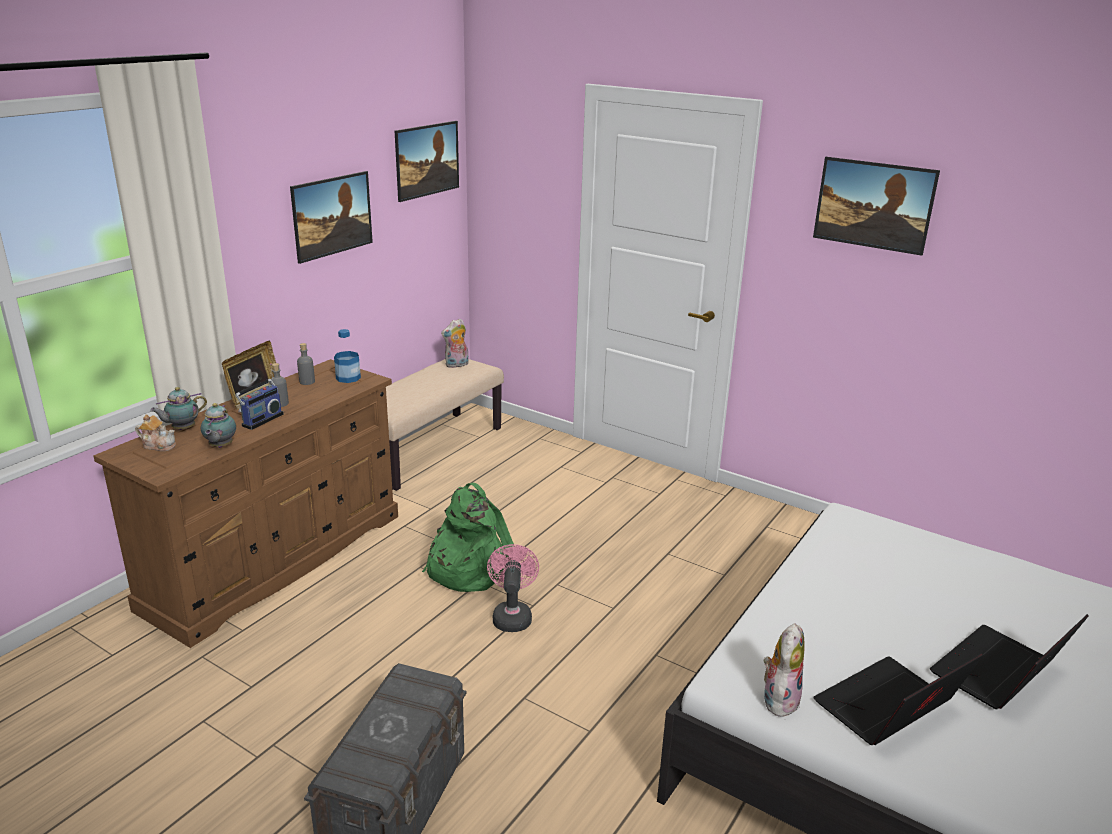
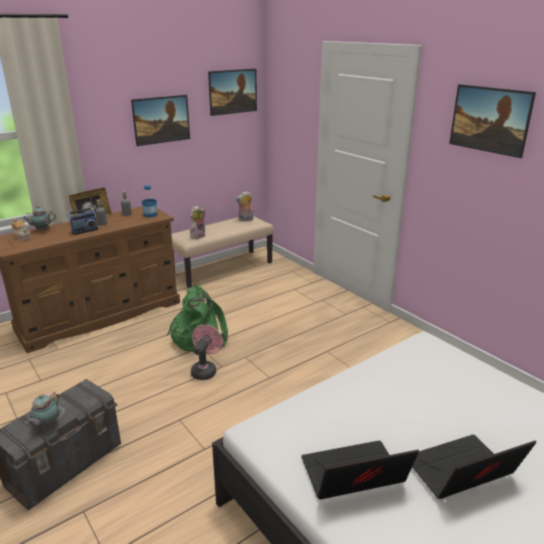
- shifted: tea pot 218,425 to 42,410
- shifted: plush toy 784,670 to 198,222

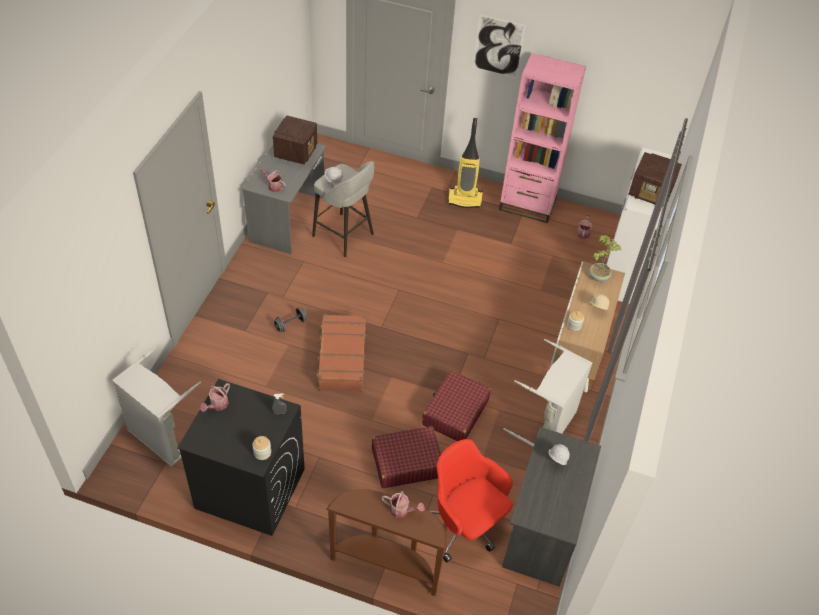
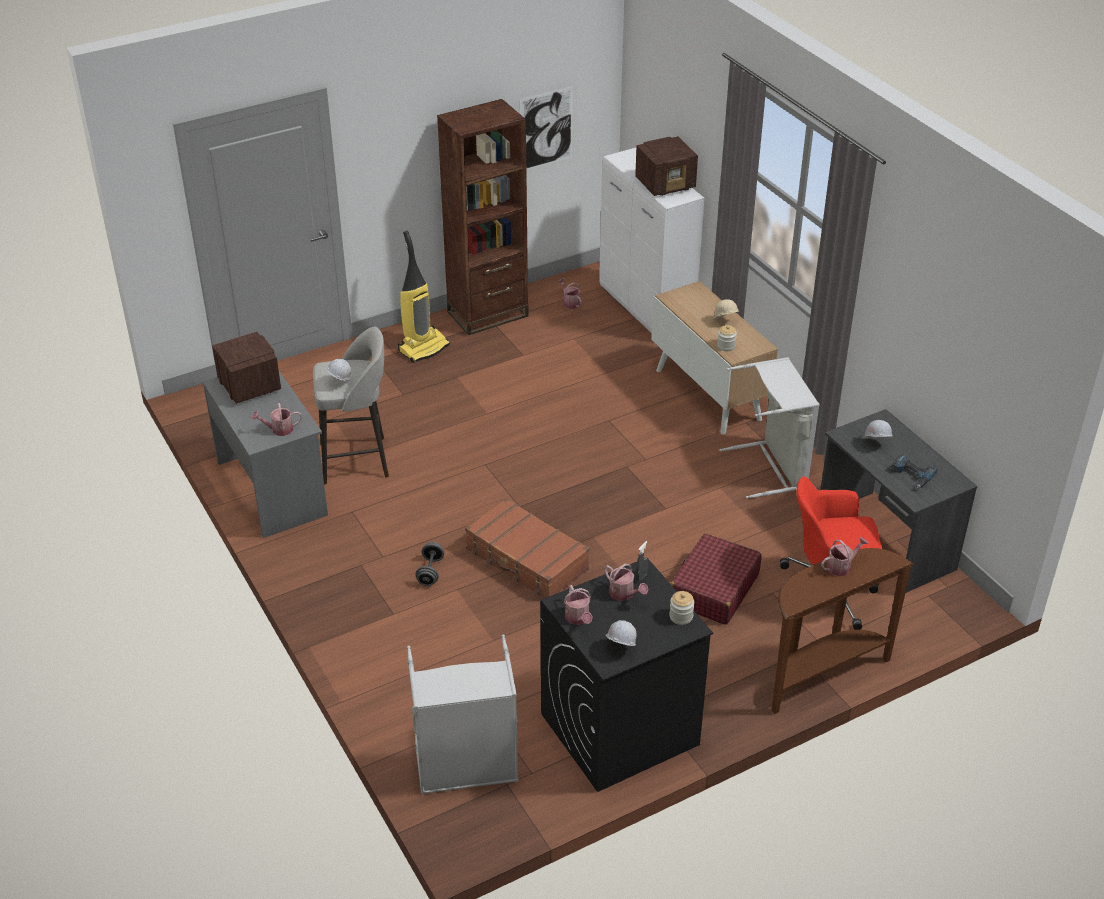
- shifted: wall picture 499,46 to 546,128
- repainted: bookshelf (pinkish) 542,138 to bookshelf (brown) 482,217
- gone: plant in a pot 605,258
- gone: travel case (red-coloured) 456,406
- new: power drill 914,471
- new: watering pot 626,582
- new: hard hat (whitish) 621,633

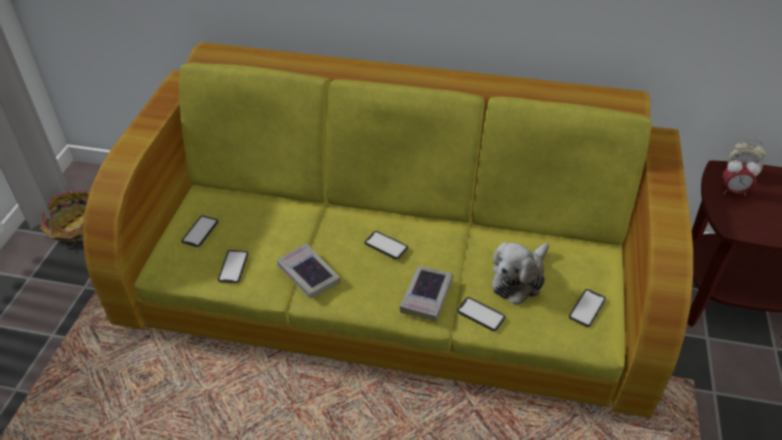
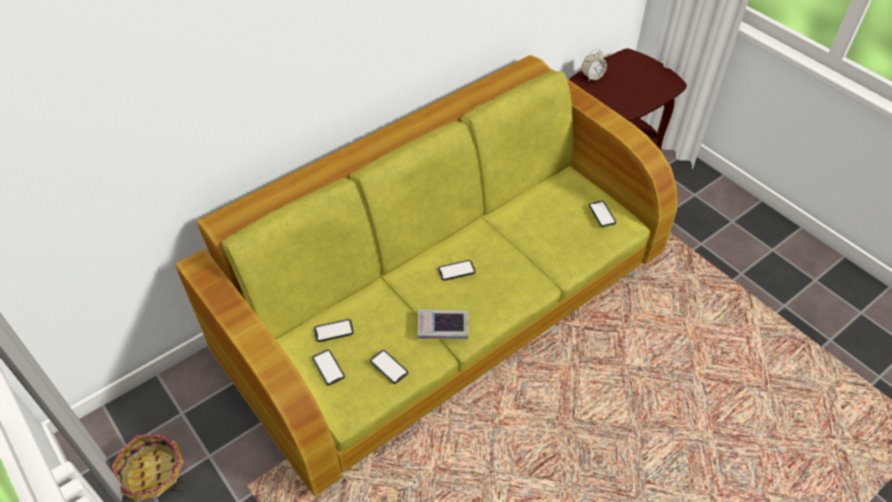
- gone: table clock 741,177
- gone: plush toy 520,273
- gone: volume 426,293
- shifted: handset 481,314 to 334,330

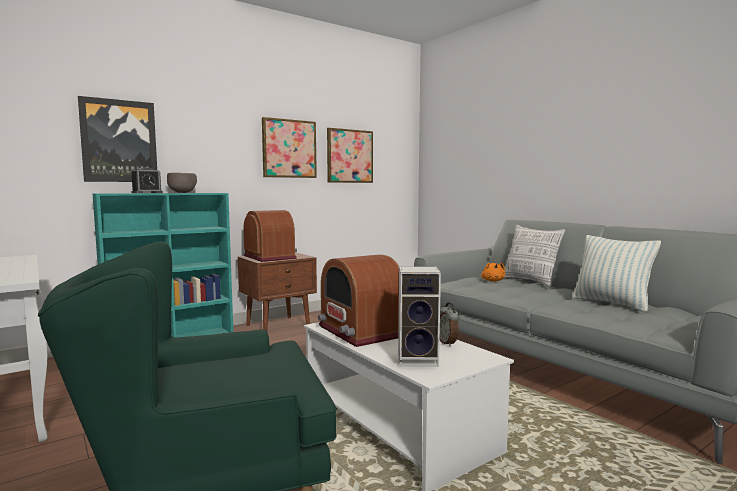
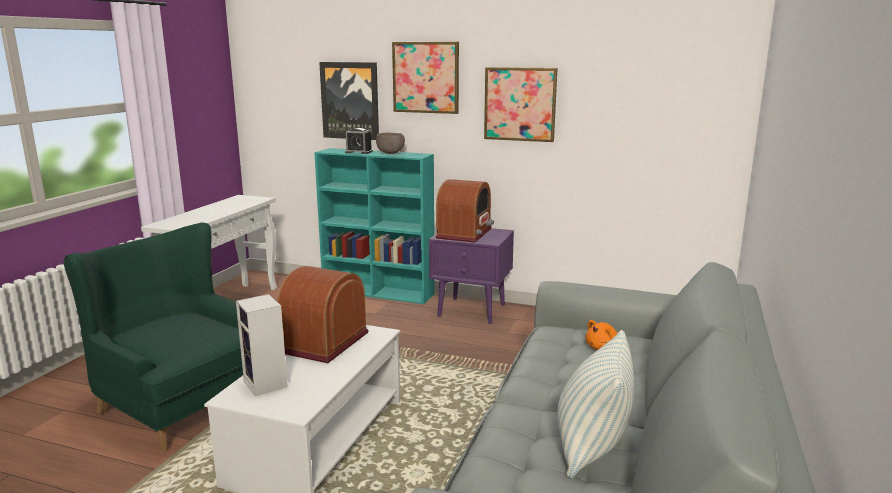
- shifted: wall picture 350,155 to 425,78
- gone: throw pillow 534,256
- repainted: night table (brown) 277,291 to night table (purplish) 471,276
- gone: table clock 449,325

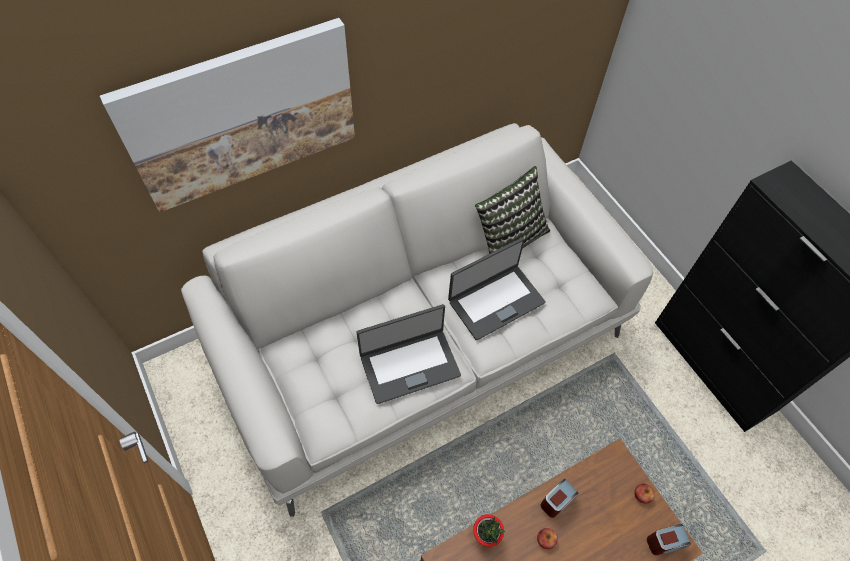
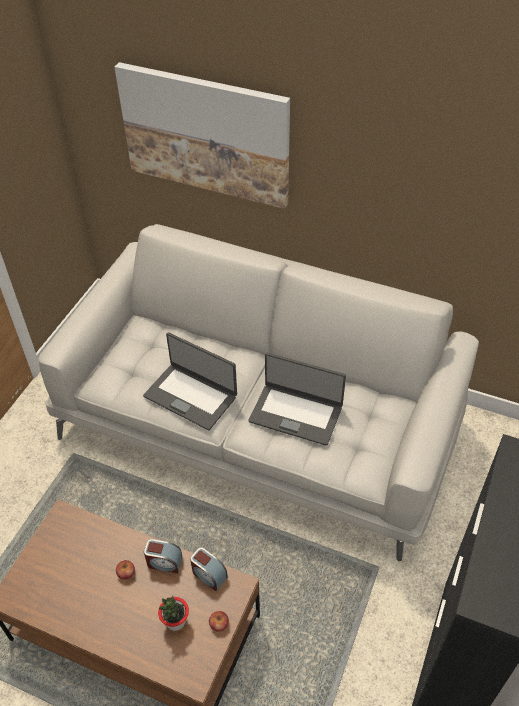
- gone: throw pillow 512,210
- shifted: plant in a pot 489,530 to 173,613
- shifted: table clock 669,539 to 209,569

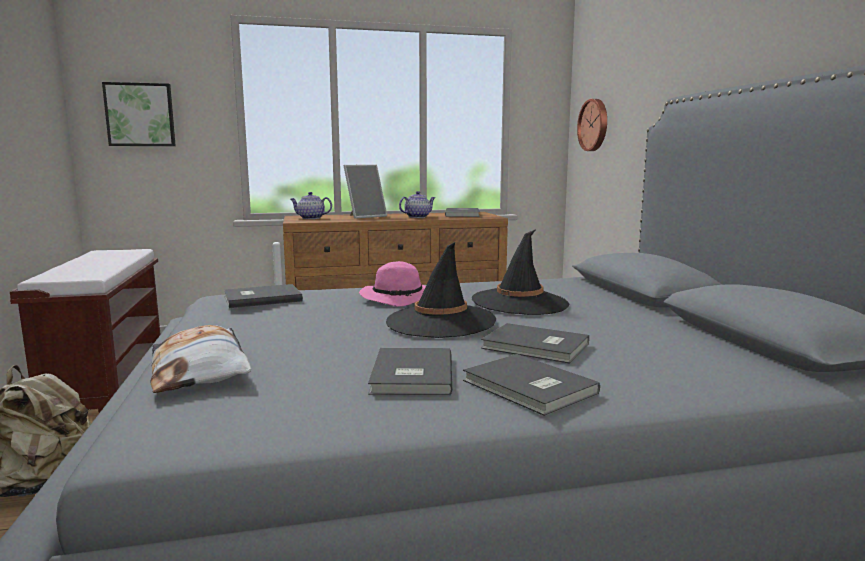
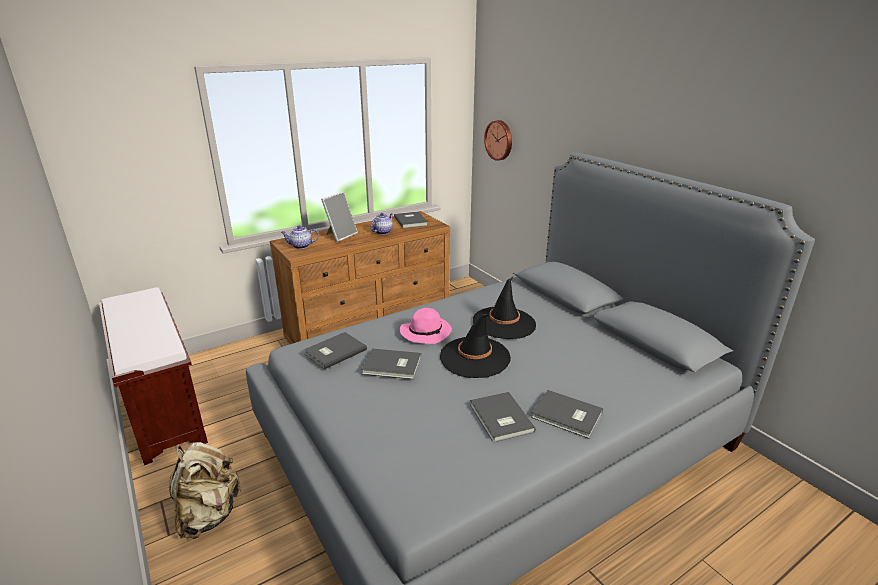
- gone: wall picture 139,114
- shifted: volume (gray) 535,343 to 391,364
- gone: throw pillow 201,359

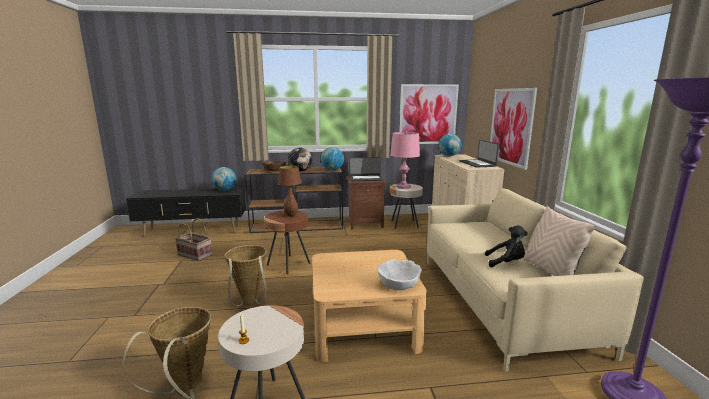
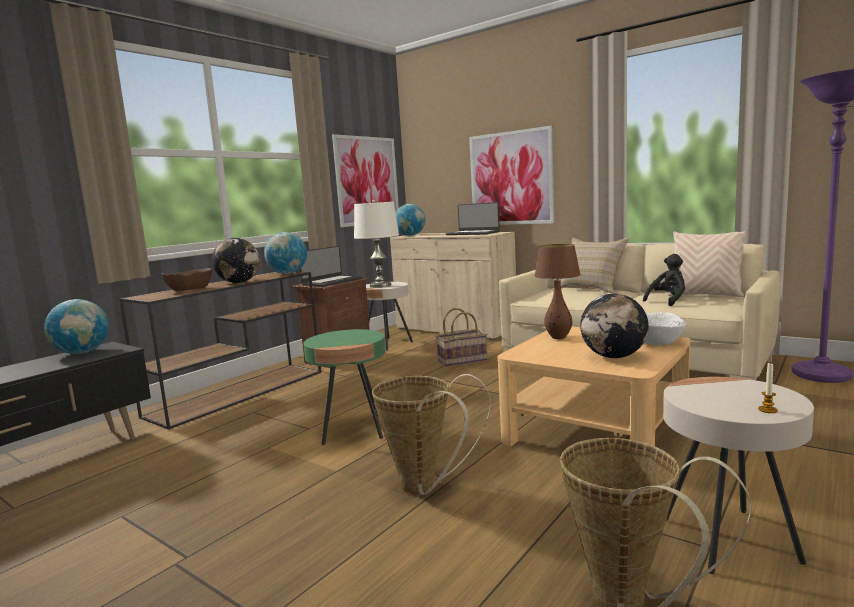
- repainted: tabletop lamp (pinkish) 405,160 to tabletop lamp (whitish) 376,244
- shifted: tabletop lamp (brown) 289,191 to 558,291
- repainted: side table (brown) 287,242 to side table (greenish) 344,387
- shifted: household basket 193,239 to 461,337
- new: throw pillow (sand-coloured) 595,265
- new: globe 614,326

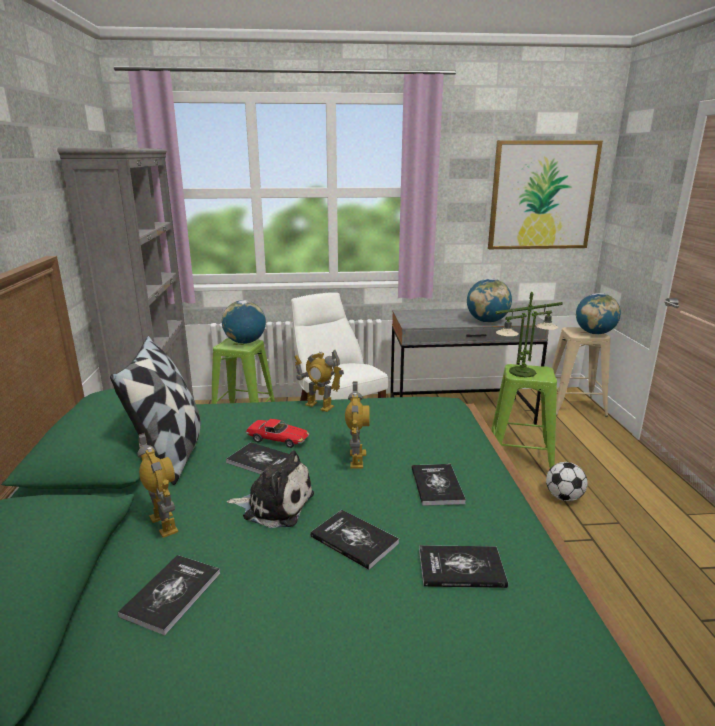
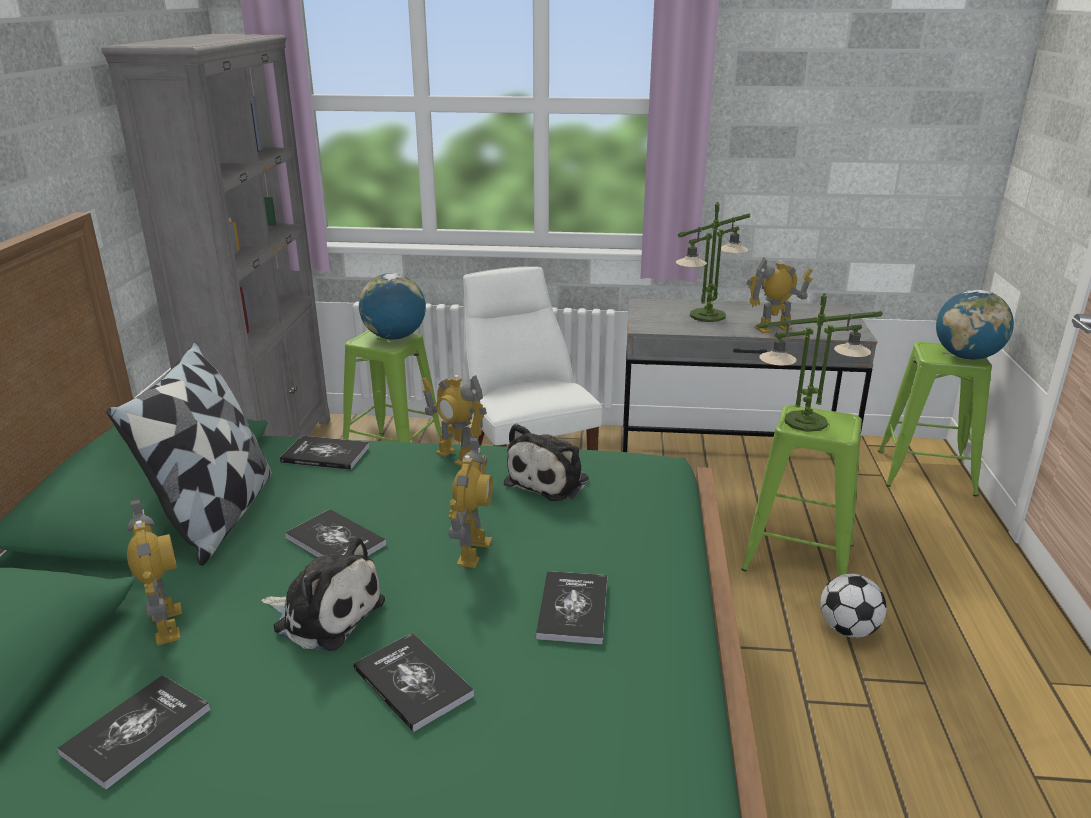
- gone: wall picture 545,194
- swapped: globe 489,300 to model robot 779,295
- repainted: stool (sand-coloured) 581,372 to stool (greenish) 935,419
- gone: toy car 278,433
- shifted: volume 463,566 to 324,453
- new: tabletop lamp 713,262
- new: plush toy 546,462

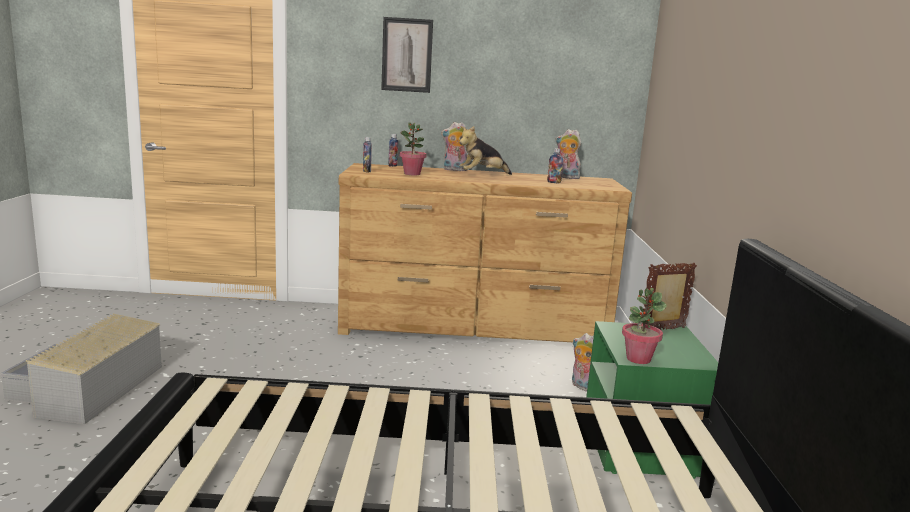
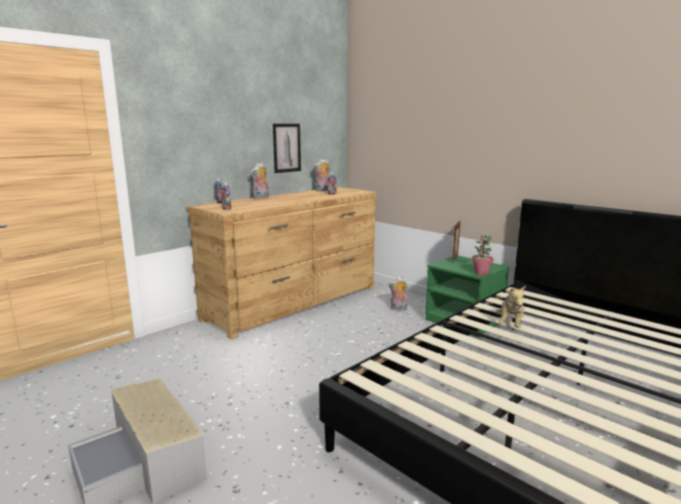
- shifted: wall picture 407,55 to 287,148
- gone: plant in a pot 413,148
- shifted: plush toy 485,150 to 511,306

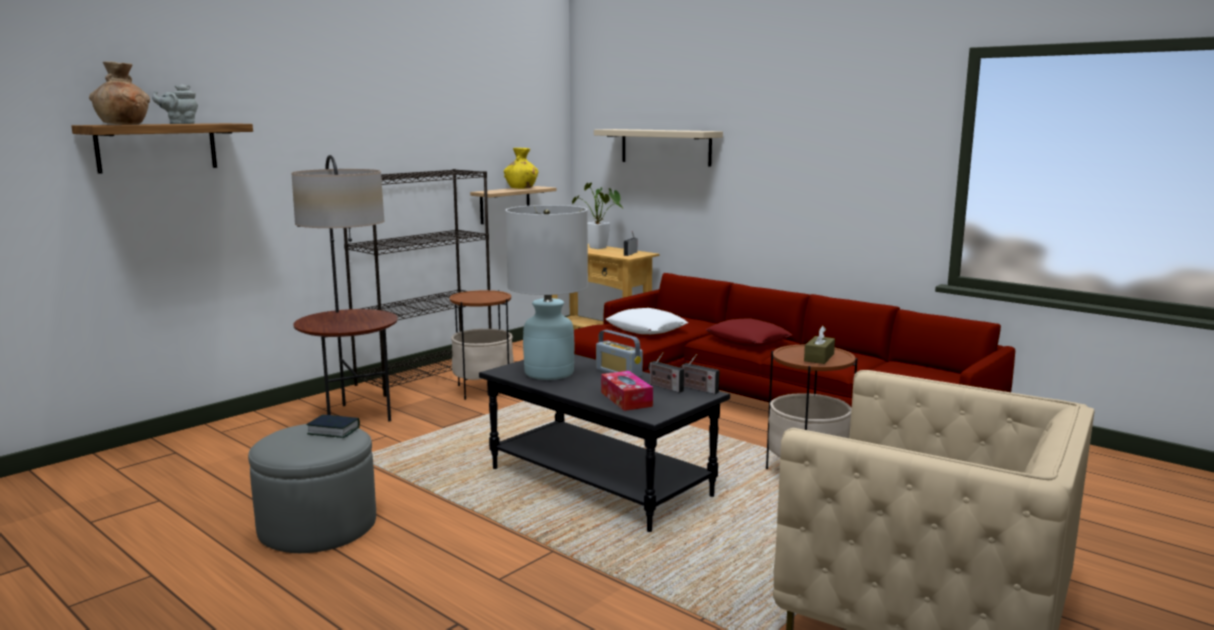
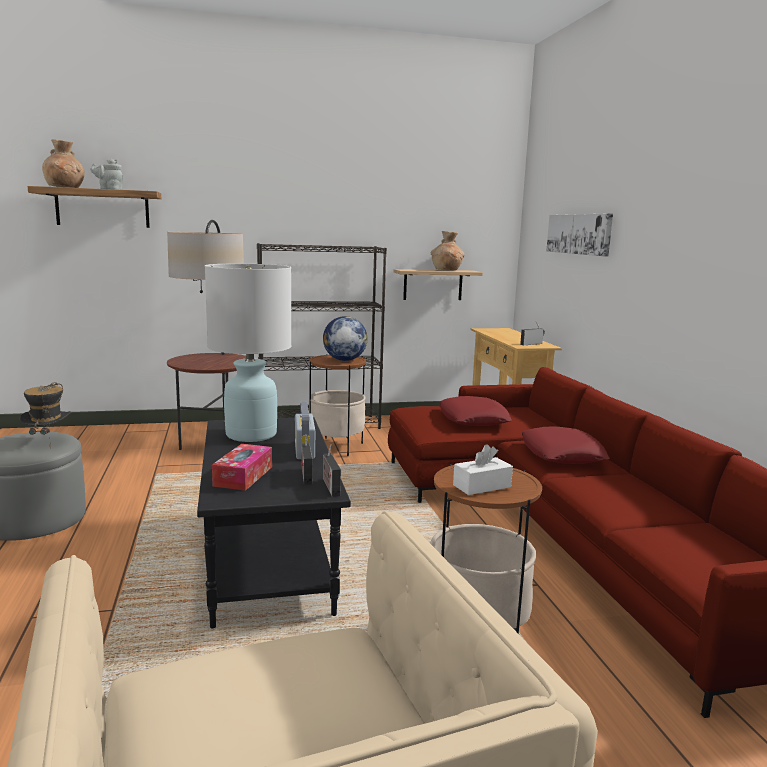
- swapped: shelf (sand-coloured) 658,147 to wall picture 579,235
- repainted: flower vase (yellow-coloured) 521,168 to flower vase (brown) 448,250
- gone: plant in a pot 597,216
- repainted: throw pillow (whitish) 647,321 to throw pillow (red-coloured) 475,411
- repainted: tissue box (brown) 819,345 to tissue box (whitish) 483,469
- swapped: volume 333,426 to hat 45,415
- new: globe 345,338

